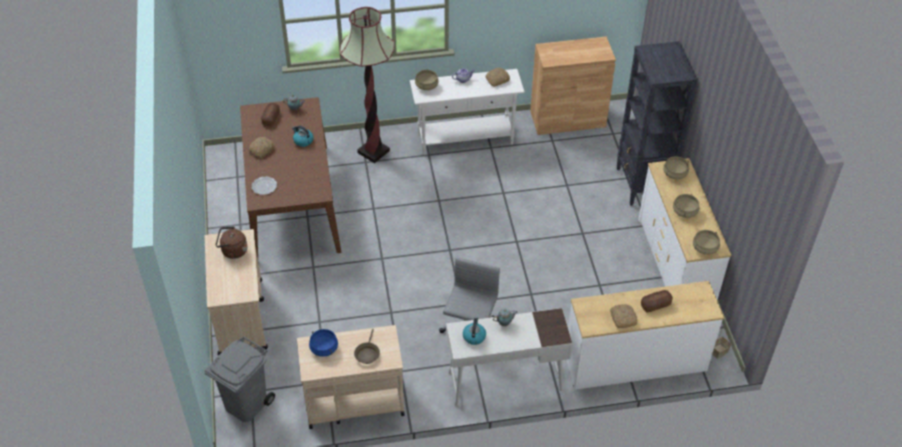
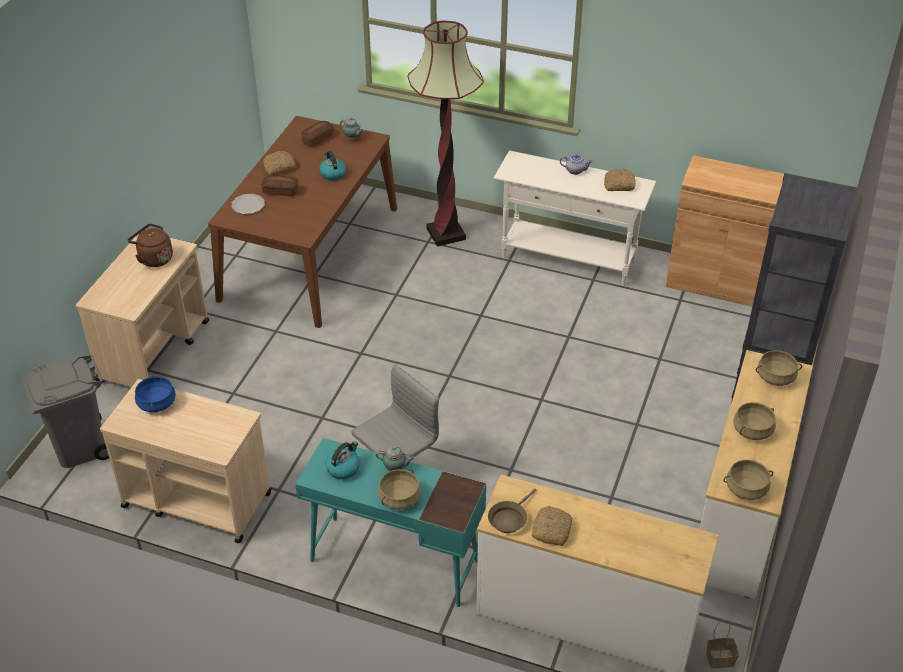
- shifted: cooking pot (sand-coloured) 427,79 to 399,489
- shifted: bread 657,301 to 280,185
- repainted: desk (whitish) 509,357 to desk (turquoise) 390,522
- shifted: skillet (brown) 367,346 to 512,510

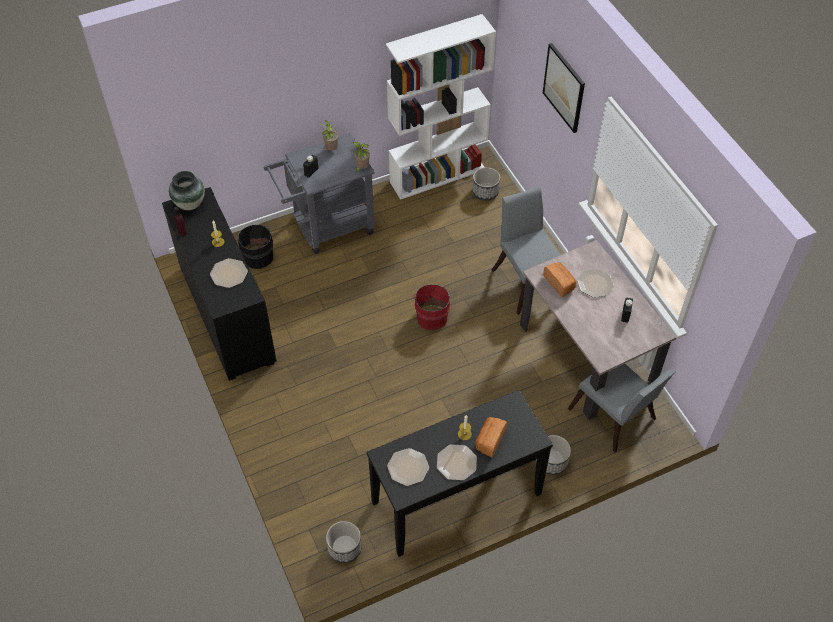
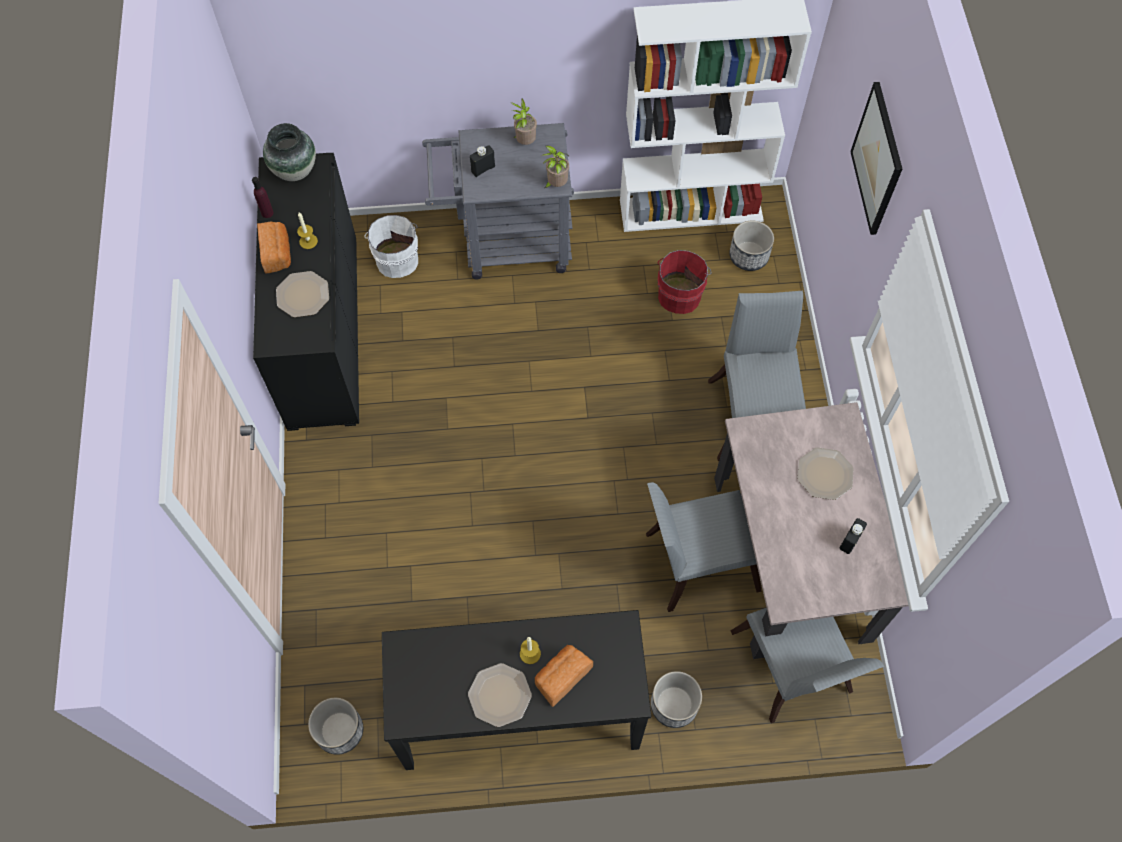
- repainted: pail (black) 254,246 to pail (whitish) 391,246
- shifted: bread 560,279 to 274,247
- shifted: pail (red-coloured) 432,307 to 685,282
- gone: plate 408,467
- new: upright chair (gray) 703,547

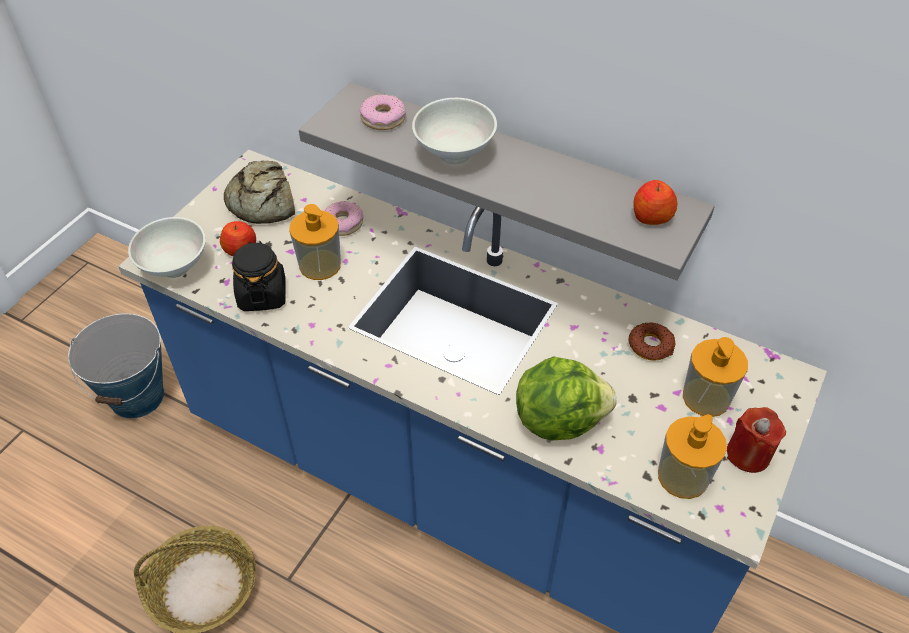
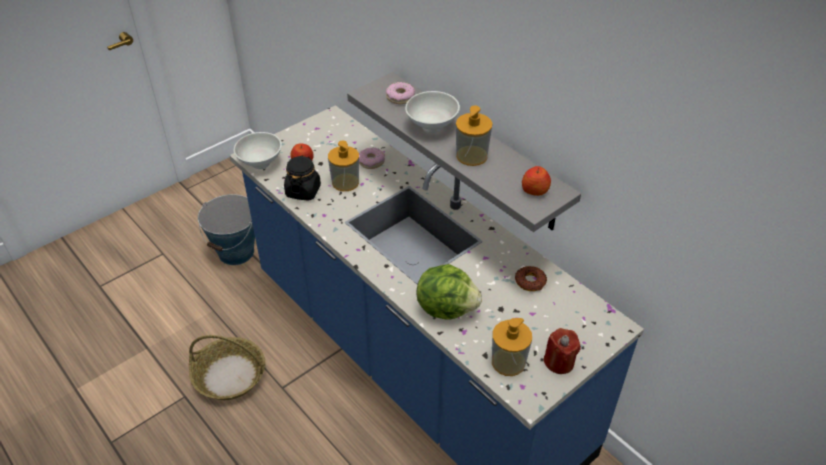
- gone: bread 259,192
- shifted: soap bottle 715,377 to 474,136

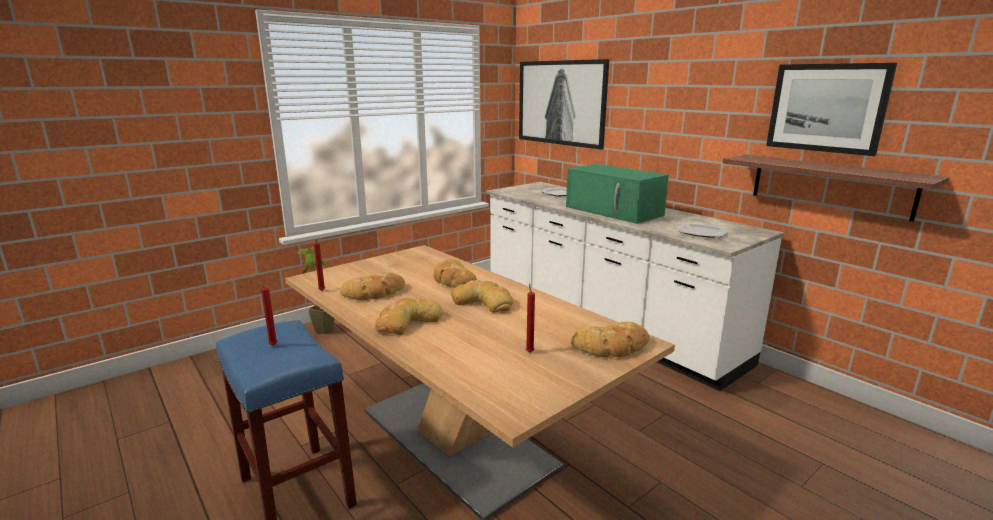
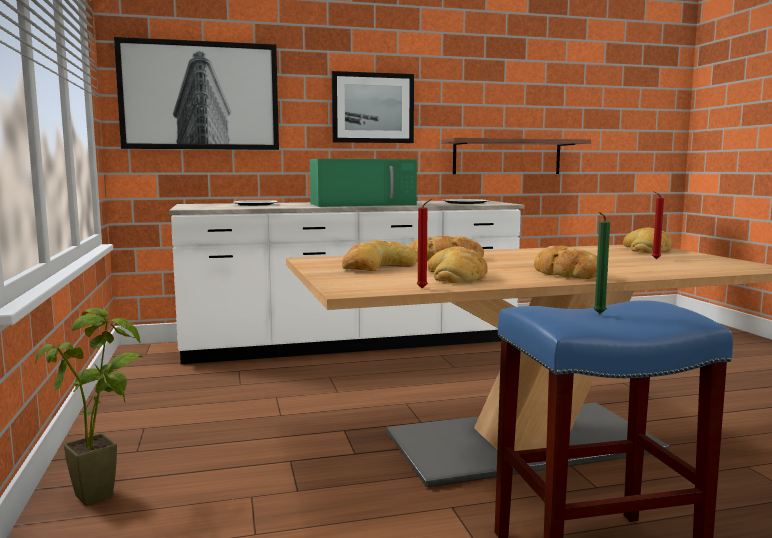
- shifted: wall picture 831,109 to 373,107
- shifted: bread 482,296 to 380,255
- repainted: wax candle (red-coloured) 268,313 to wax candle (greenish) 601,263

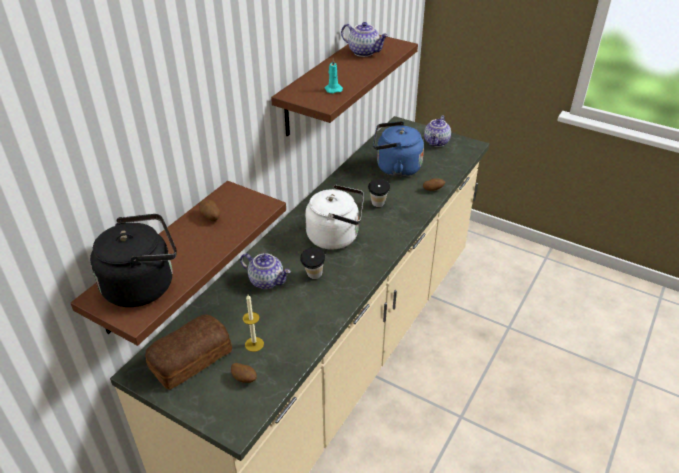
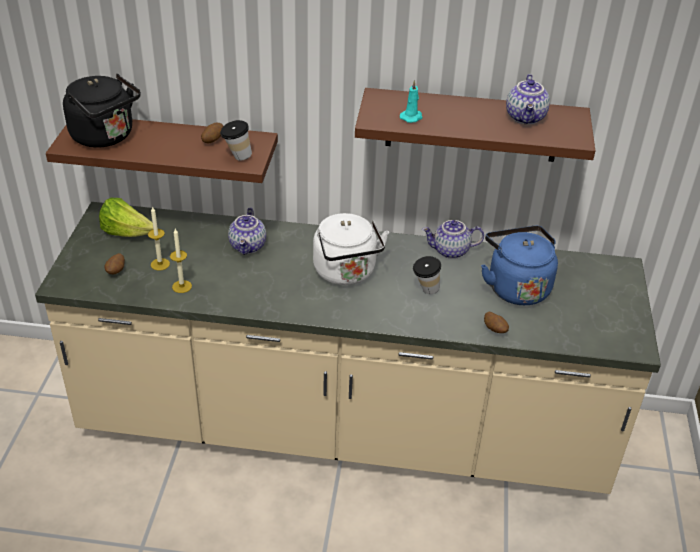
- shifted: tea pot 437,131 to 453,239
- shifted: cup 312,263 to 236,140
- swapped: bread 188,352 to lettuce 126,217
- new: wax candle 181,261

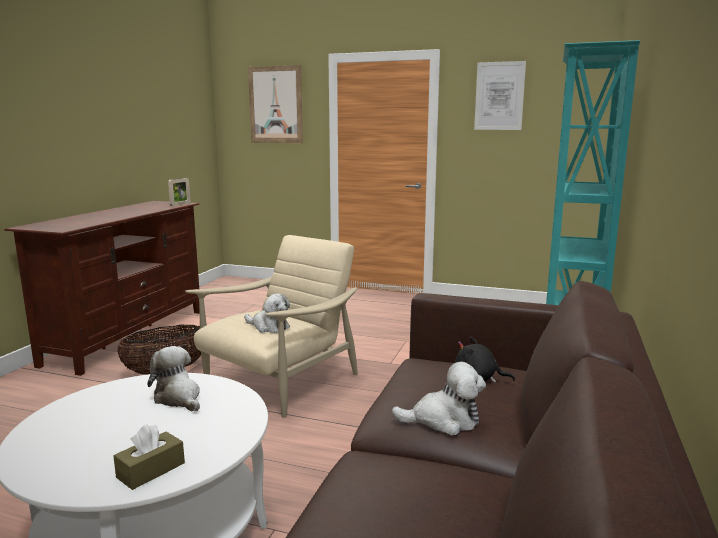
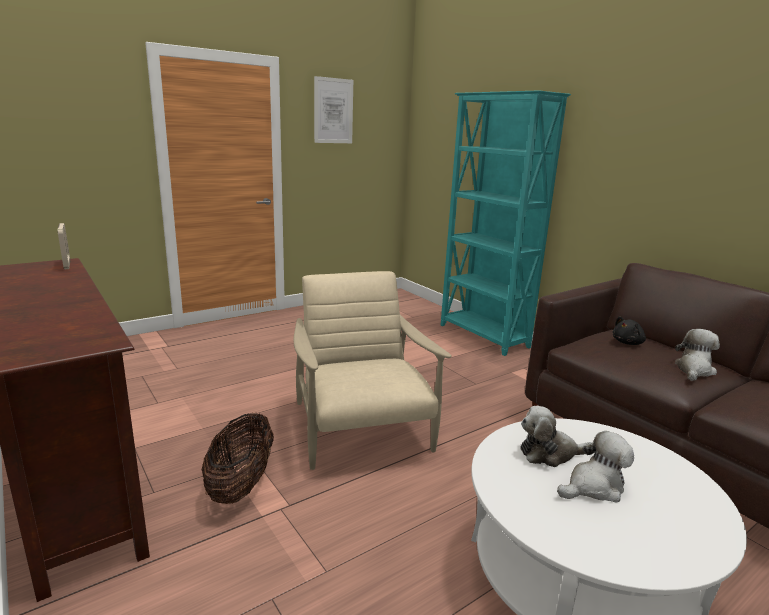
- gone: wall picture 275,104
- shifted: plush toy 267,313 to 595,467
- gone: tissue box (brown) 149,457

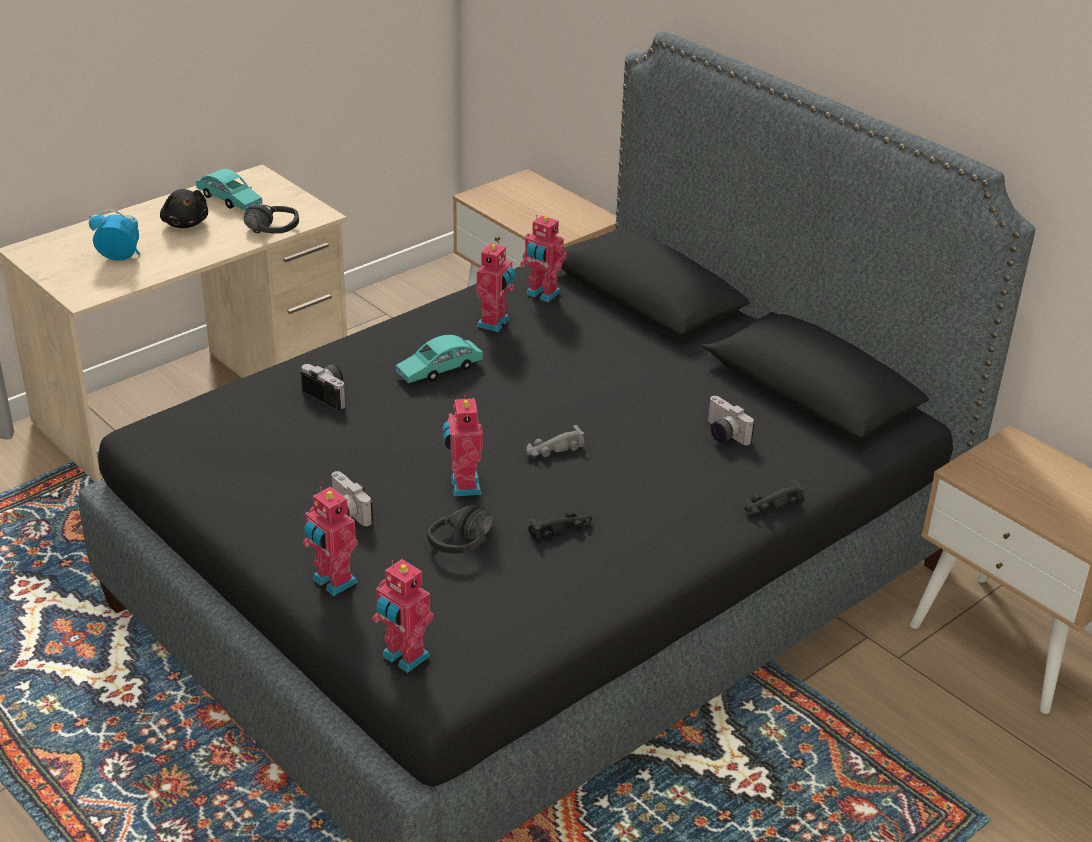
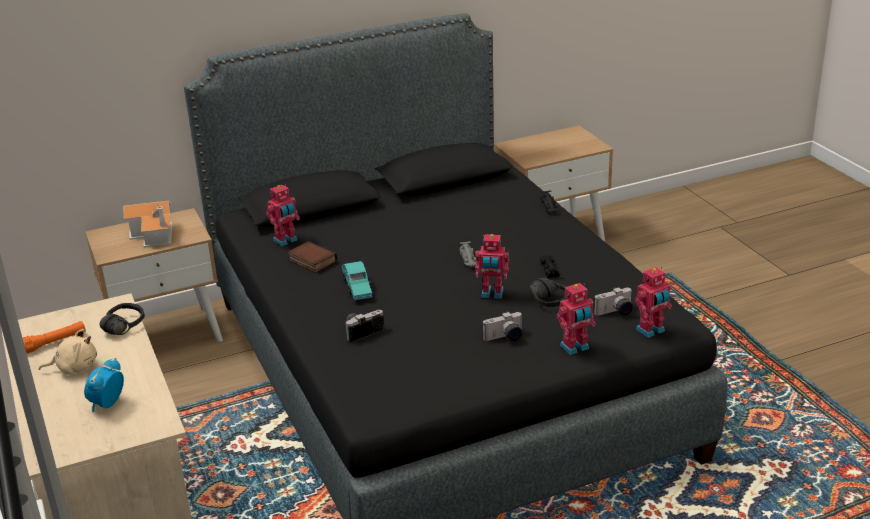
- swapped: toy car (turquoise) 229,190 to torch (orange) 54,337
- repainted: plush toy (black) 184,208 to plush toy (sand-coloured) 68,352
- swapped: model robot 495,286 to volume 312,257
- shifted: still camera 731,420 to 613,301
- new: toy house 147,224

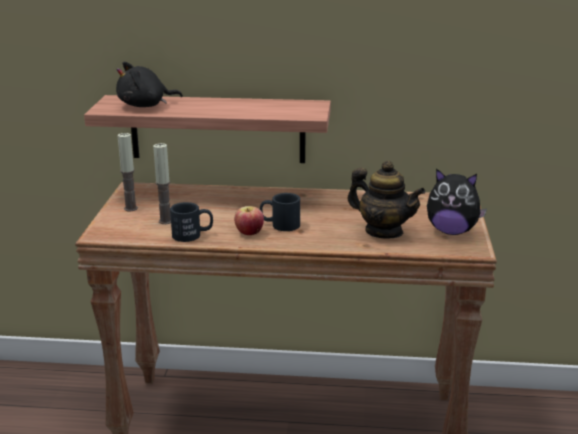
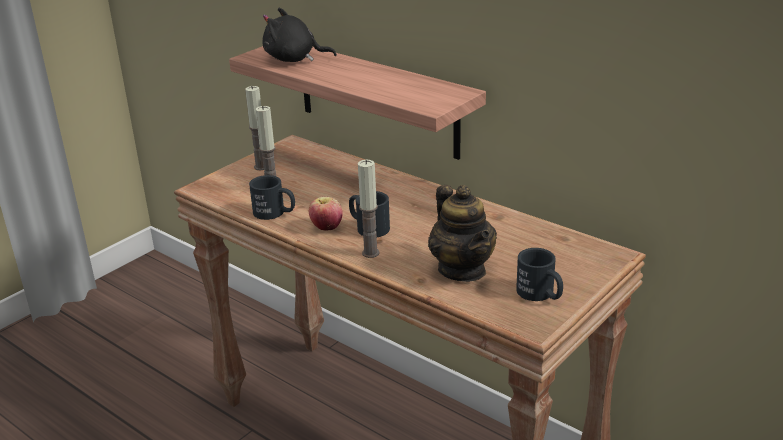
- swapped: plush toy 457,201 to coffee mug (black) 539,274
- new: wax candle 369,209

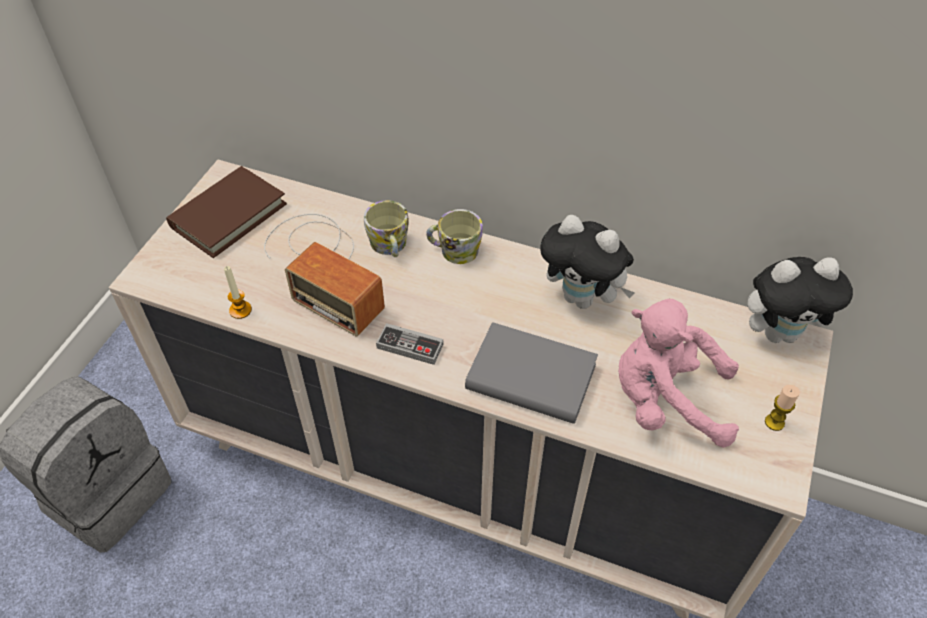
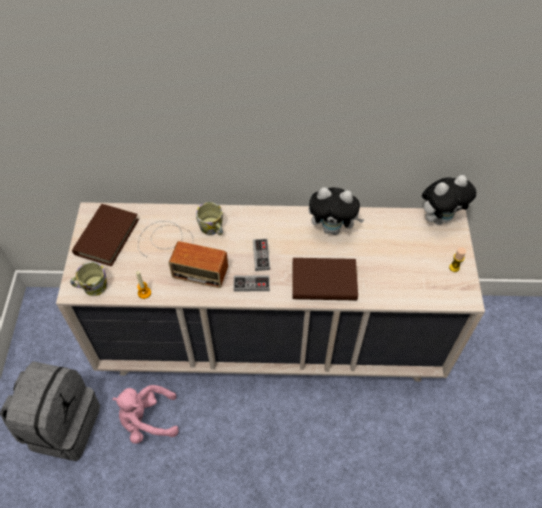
- shifted: coffee mug 454,236 to 88,279
- shifted: plush toy (pinkish) 678,373 to 145,414
- repainted: volume (gray) 531,373 to volume (brown) 325,279
- new: game controller 261,255

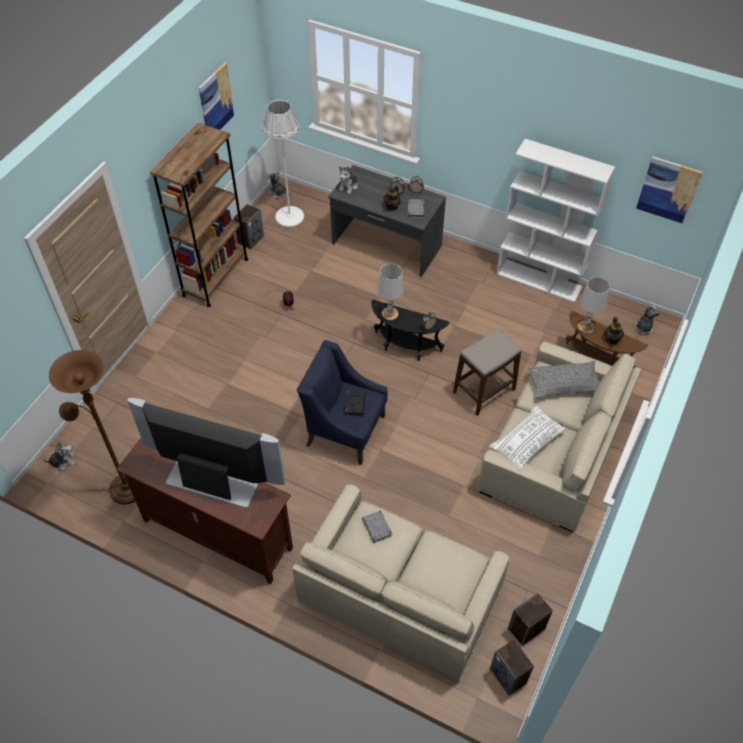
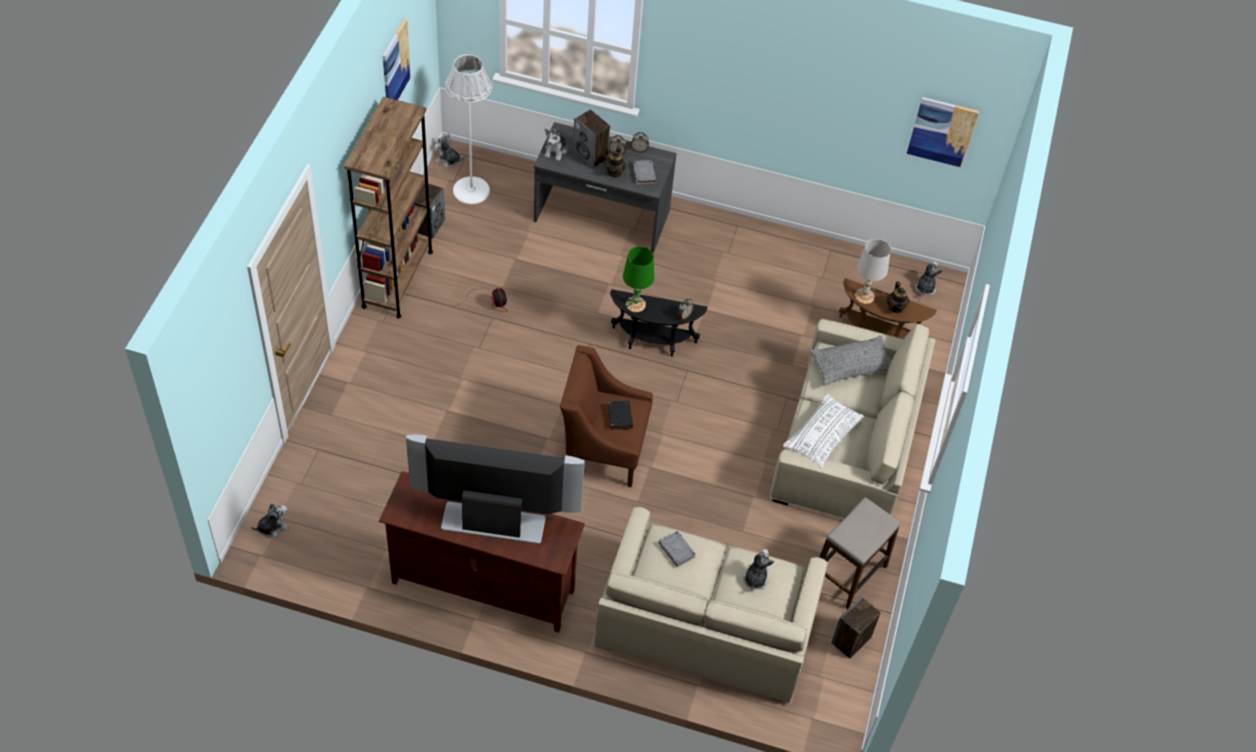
- gone: bookshelf (whitish) 555,220
- repainted: tabletop lamp (whitish) 390,292 to tabletop lamp (greenish) 638,279
- shifted: stool 487,372 to 859,553
- repainted: armchair (blue-coloured) 342,402 to armchair (brown) 606,416
- gone: floor lamp (brown) 92,427
- shifted: speaker 512,667 to 591,139
- new: plush toy 758,570

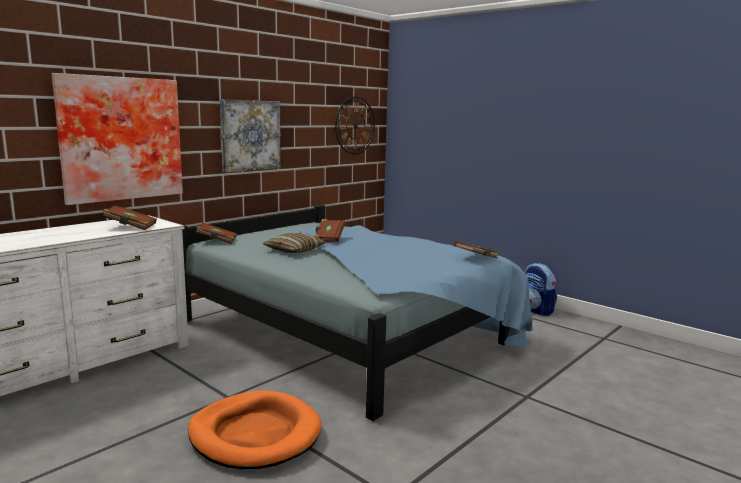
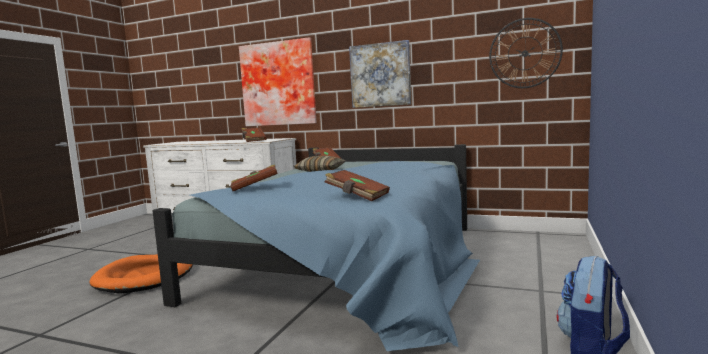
- shifted: volume (brown) 329,230 to 254,178

